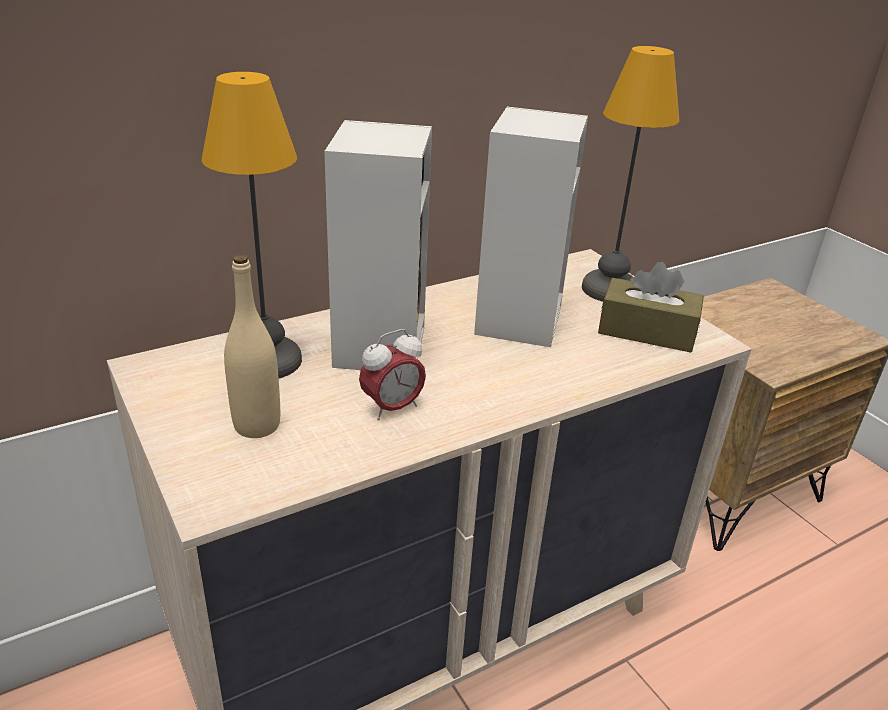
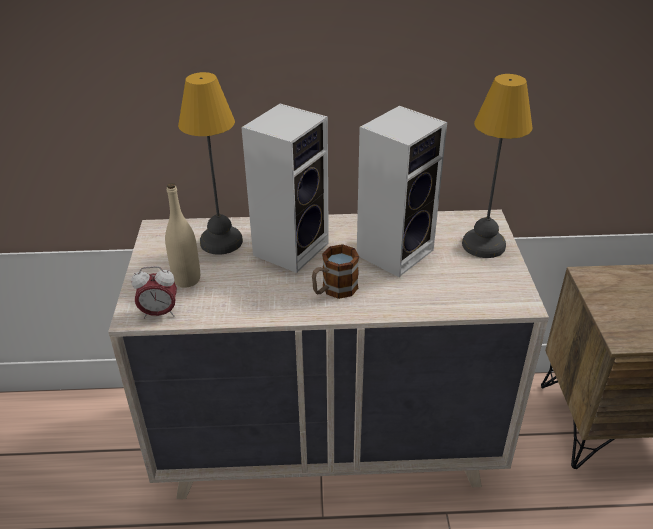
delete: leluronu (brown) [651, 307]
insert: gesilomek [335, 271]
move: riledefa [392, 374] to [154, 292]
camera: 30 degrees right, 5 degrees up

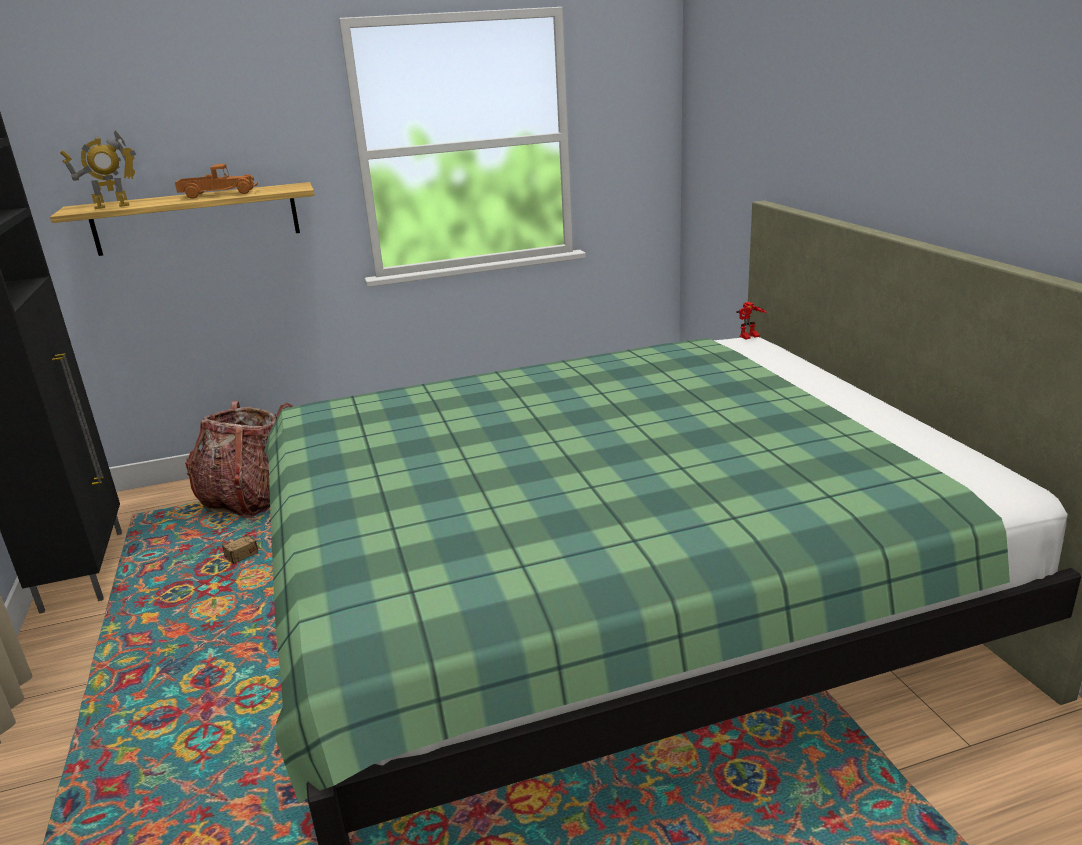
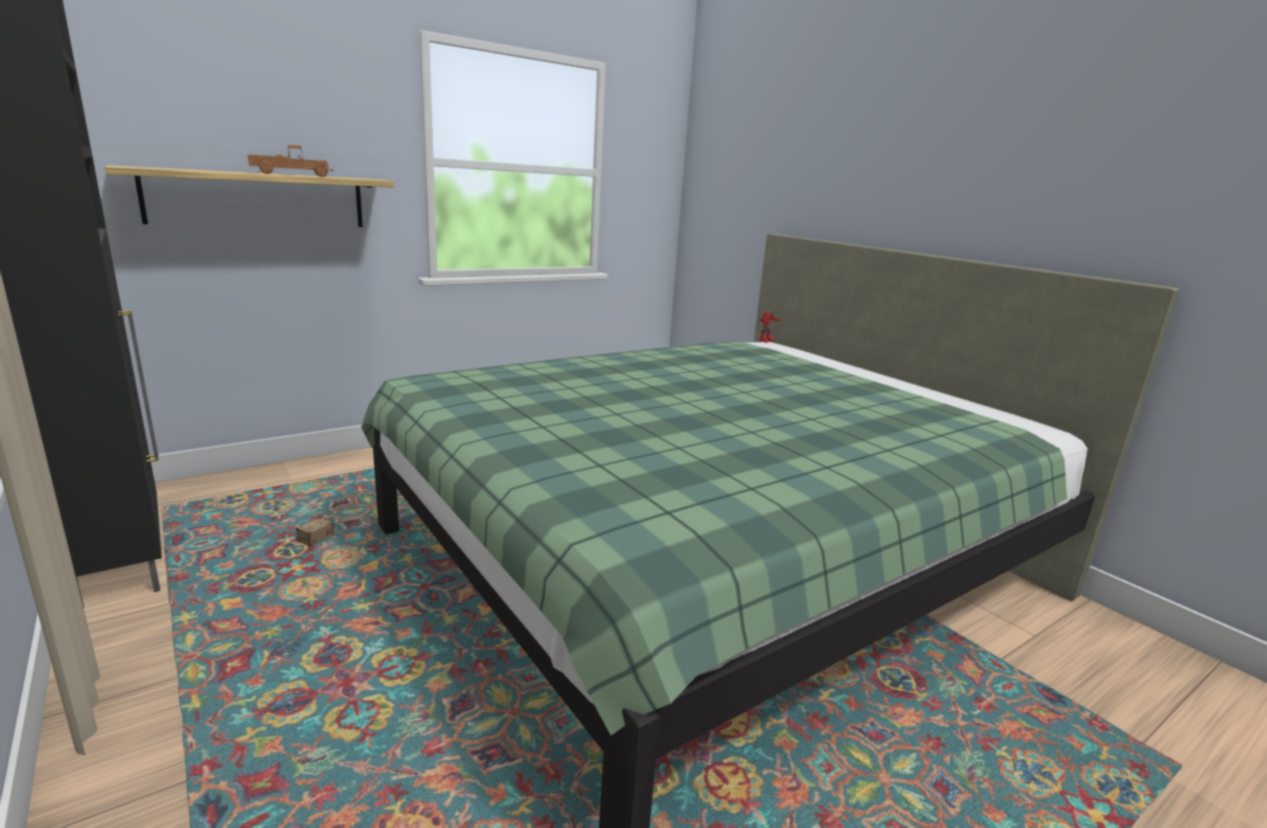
delete: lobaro [98, 169]; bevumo [239, 459]
camera: 20 degrees left, 5 degrees down

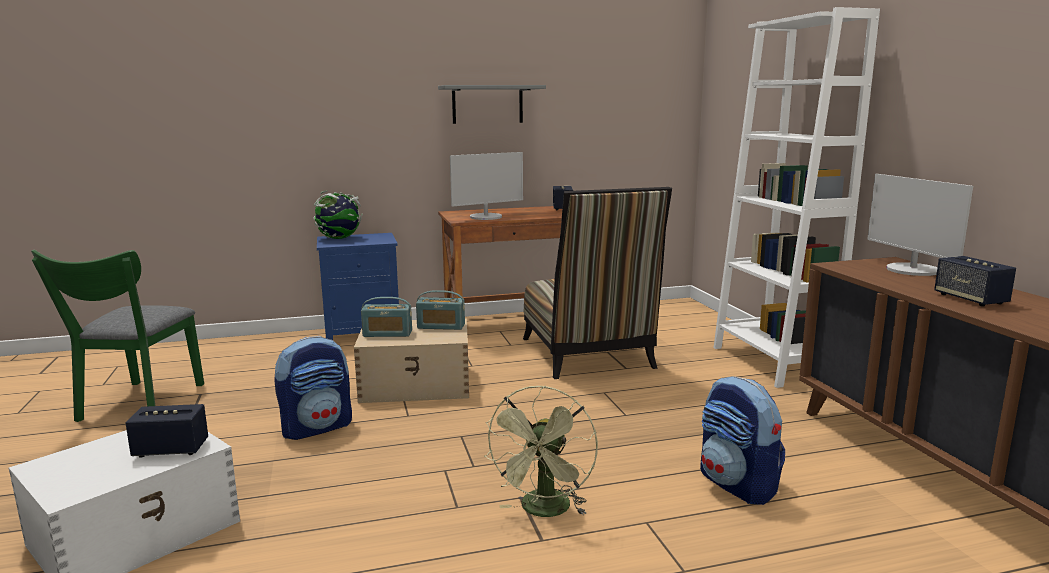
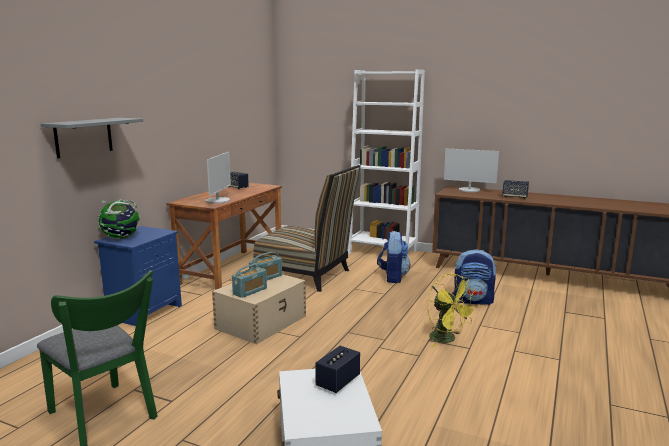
move: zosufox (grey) [492, 104] to [92, 138]; bevumo [313, 388] to [394, 257]
recolor: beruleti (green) [541, 451] to beruleti (yellow) [452, 310]
camera: 50 degrees left, 0 degrees up

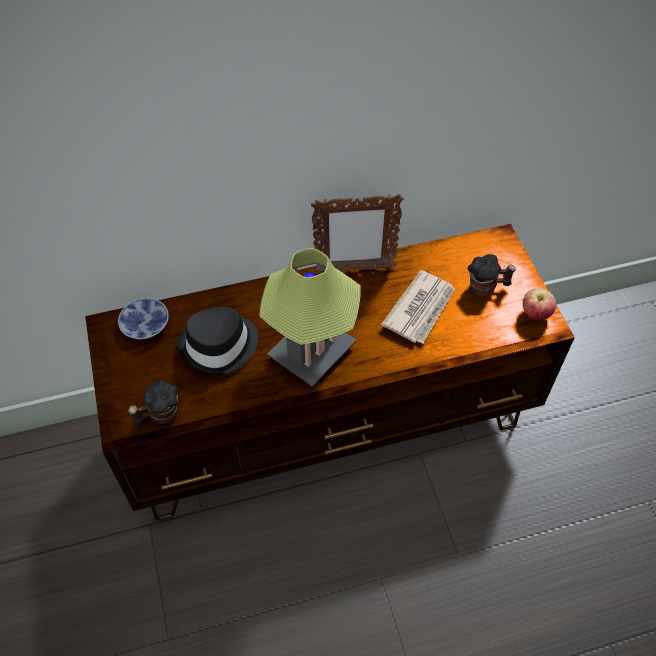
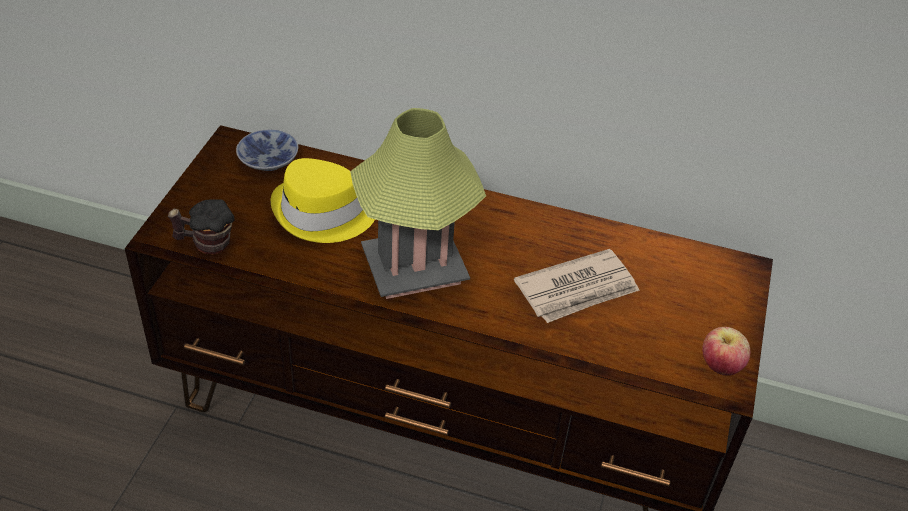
delete: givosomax [357, 233]; gesilomek [491, 275]
recolor: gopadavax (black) [217, 341] to gopadavax (yellow) [323, 200]
camera: 30 degrees right, 10 degrees down

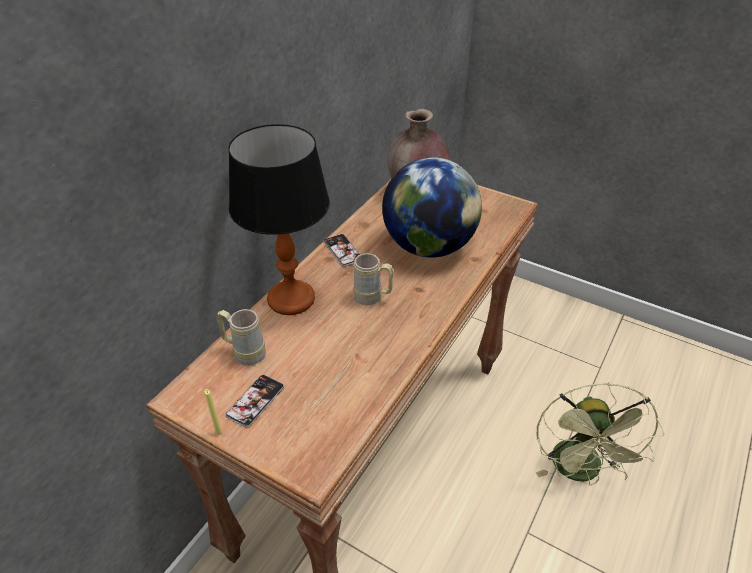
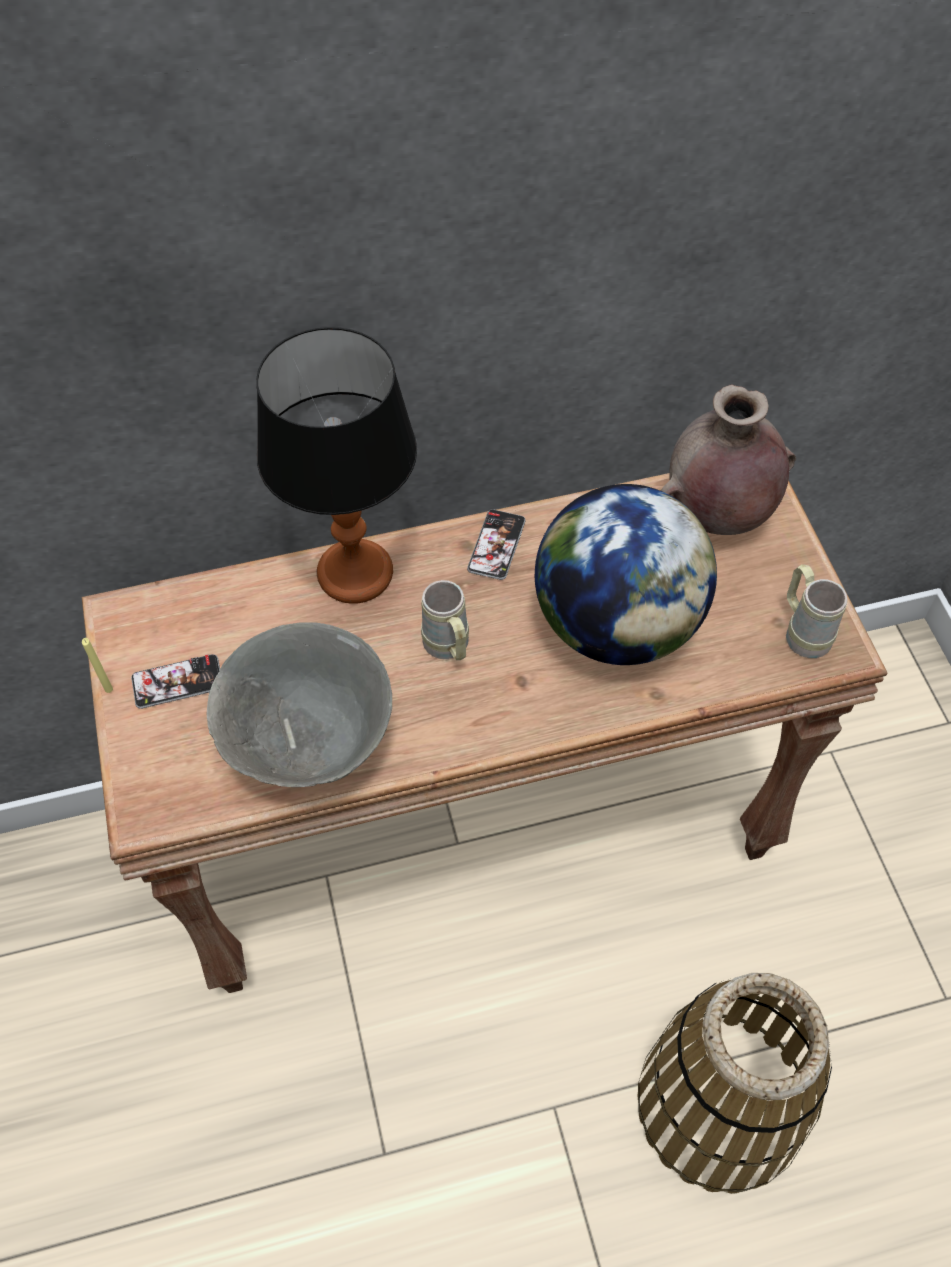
insert: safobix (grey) [299, 704]
move: gesilomek (beige) [241, 337] to [816, 611]
replace: beruleti (green) [600, 434] to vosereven [734, 1083]
camera: 45 degrees right, 15 degrees up

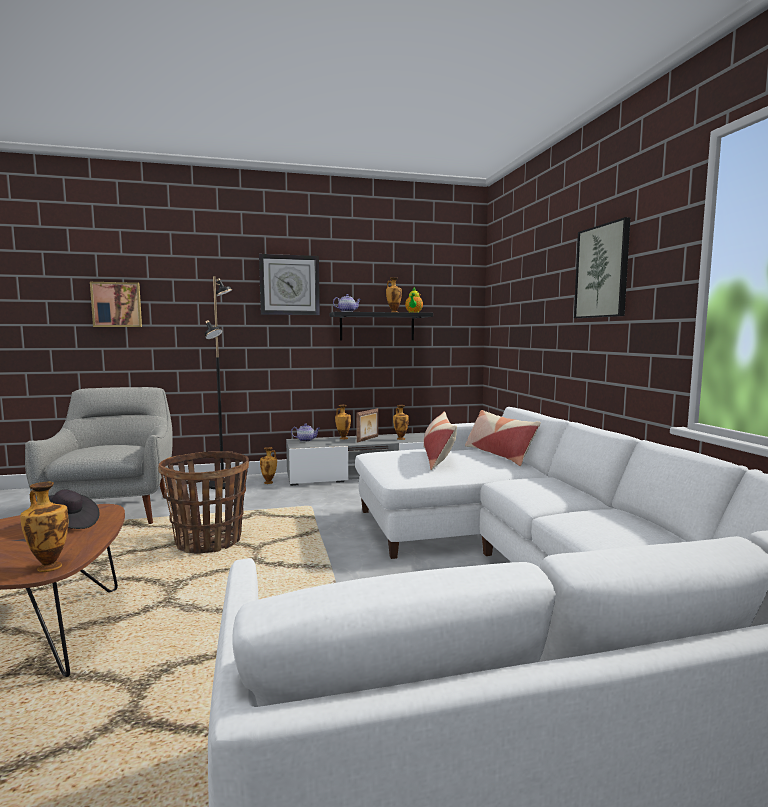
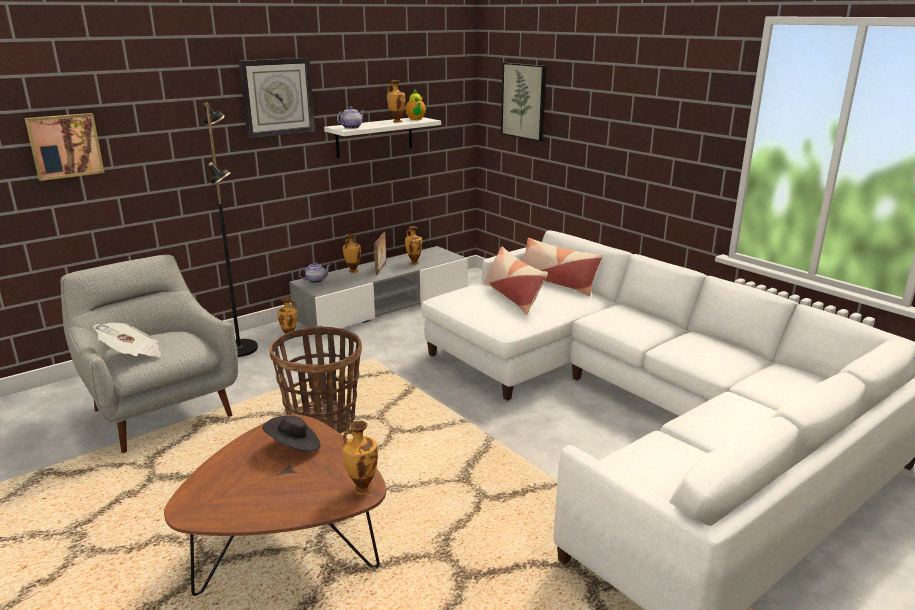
insert: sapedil [127, 340]
move: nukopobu [602, 267] to [523, 102]
recolor: zosufox (black) [381, 326] to zosufox (white) [382, 137]
camera: 25 degrees left, 15 degrees up

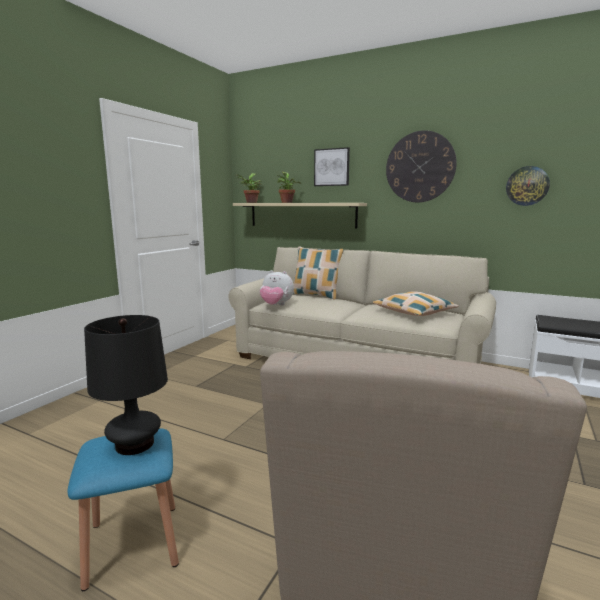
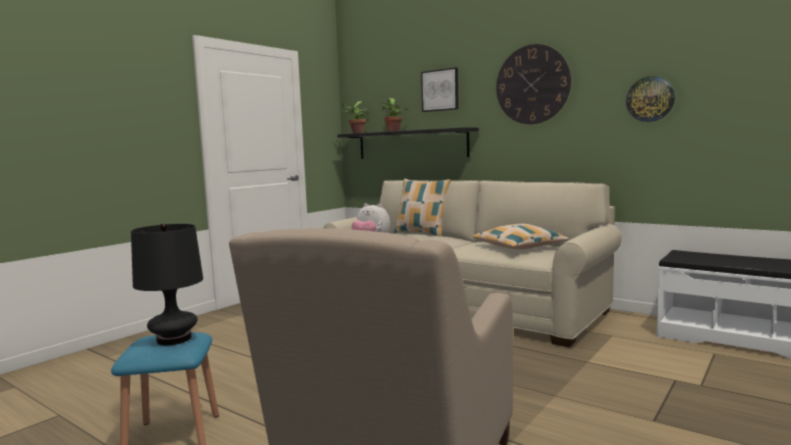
recolor: zosufox (beige) [300, 216] to zosufox (black) [408, 143]
camera: 10 degrees right, 5 degrees down

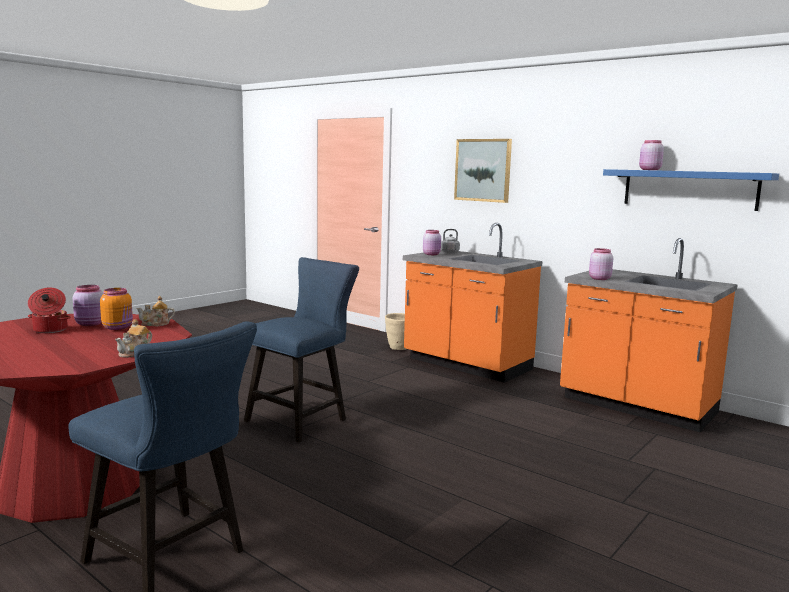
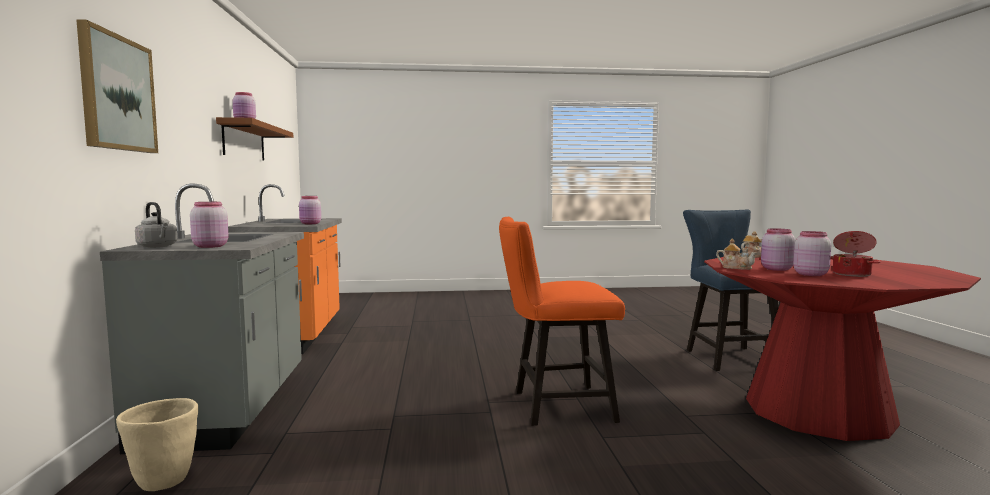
recolor: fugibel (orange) [473, 303] to fugibel (grey) [202, 319]; zosufox (blue) [691, 190] to zosufox (brown) [254, 139]; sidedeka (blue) [301, 350] to sidedeka (orange) [562, 321]; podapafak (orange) [116, 309] to podapafak (pink) [778, 249]
camera: 135 degrees left, 5 degrees down

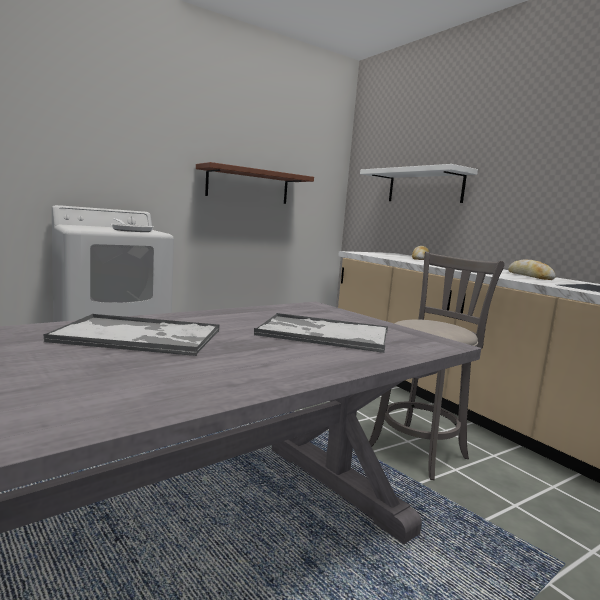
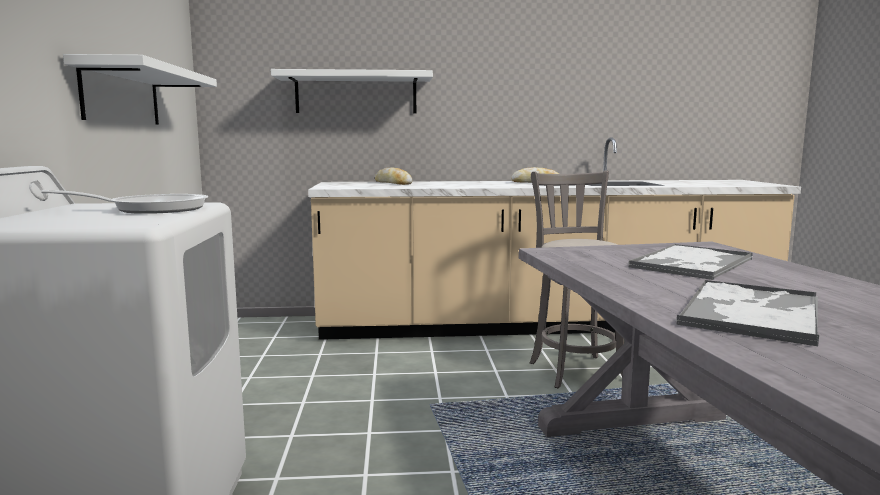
recolor: zosufox (brown) [255, 183] to zosufox (white) [140, 89]
camera: 60 degrees left, 0 degrees up

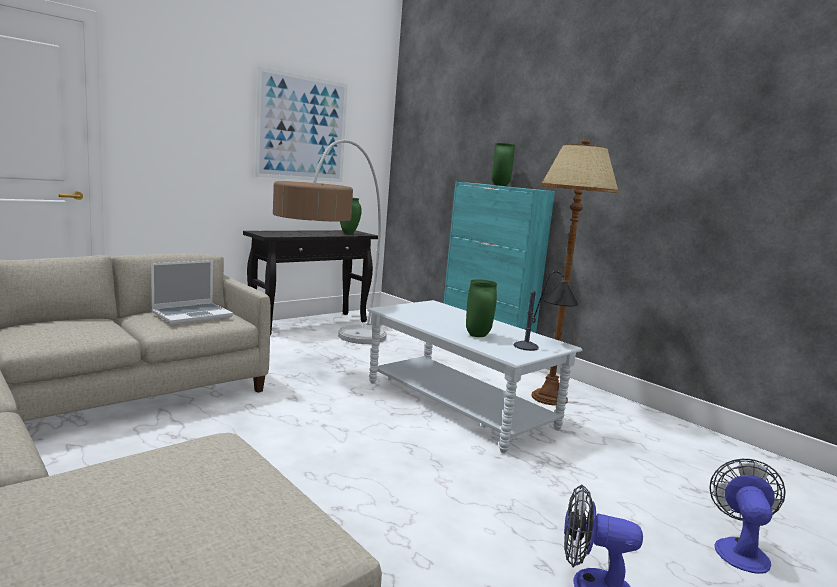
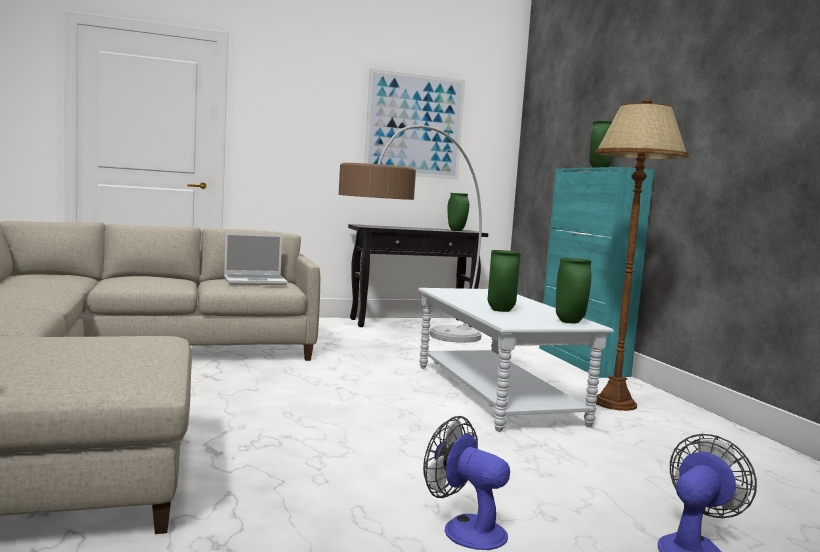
replace: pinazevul [546, 311] to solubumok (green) [573, 290]
camera: 25 degrees right, 5 degrees down

